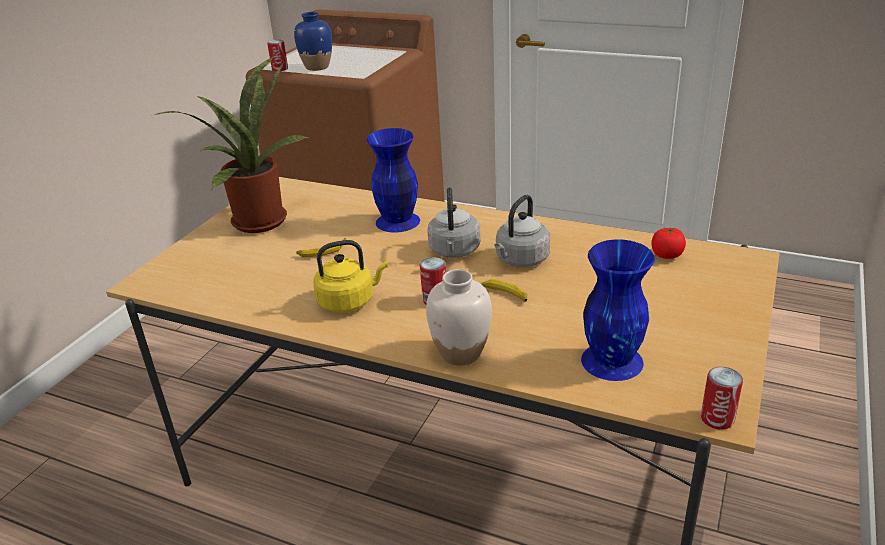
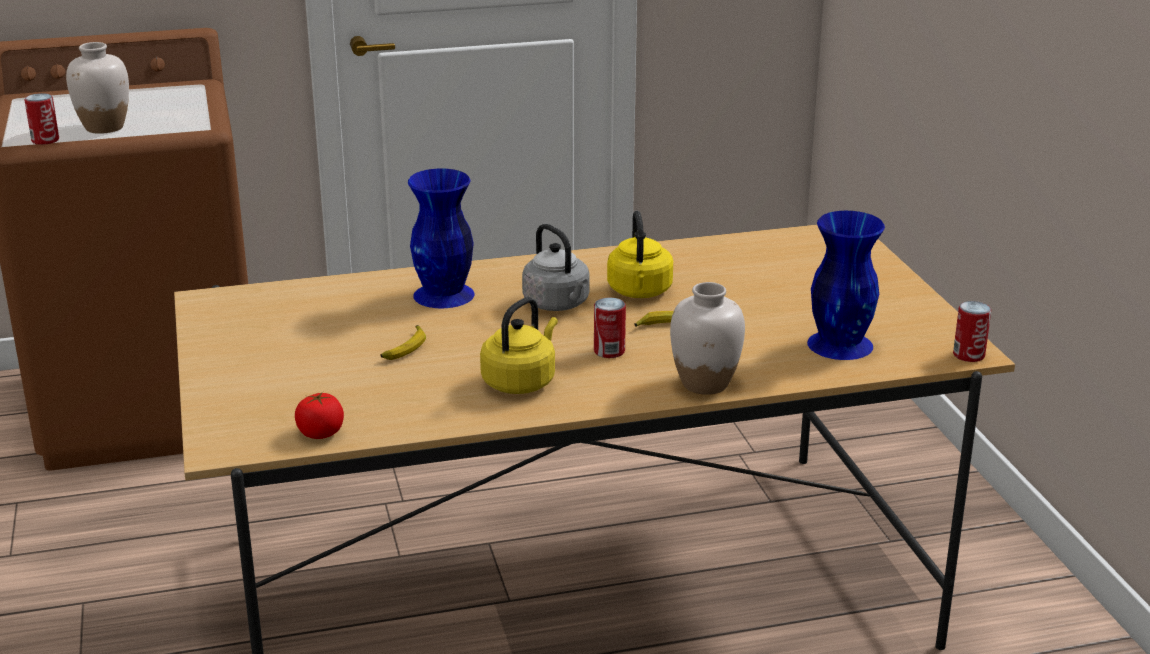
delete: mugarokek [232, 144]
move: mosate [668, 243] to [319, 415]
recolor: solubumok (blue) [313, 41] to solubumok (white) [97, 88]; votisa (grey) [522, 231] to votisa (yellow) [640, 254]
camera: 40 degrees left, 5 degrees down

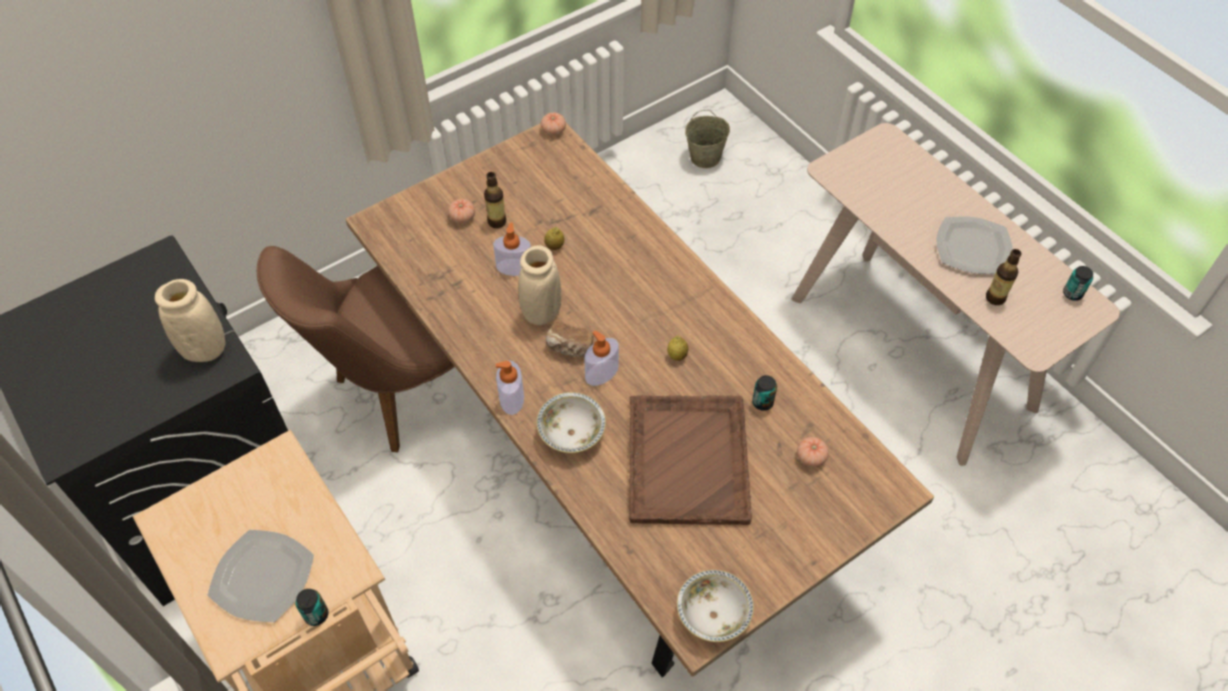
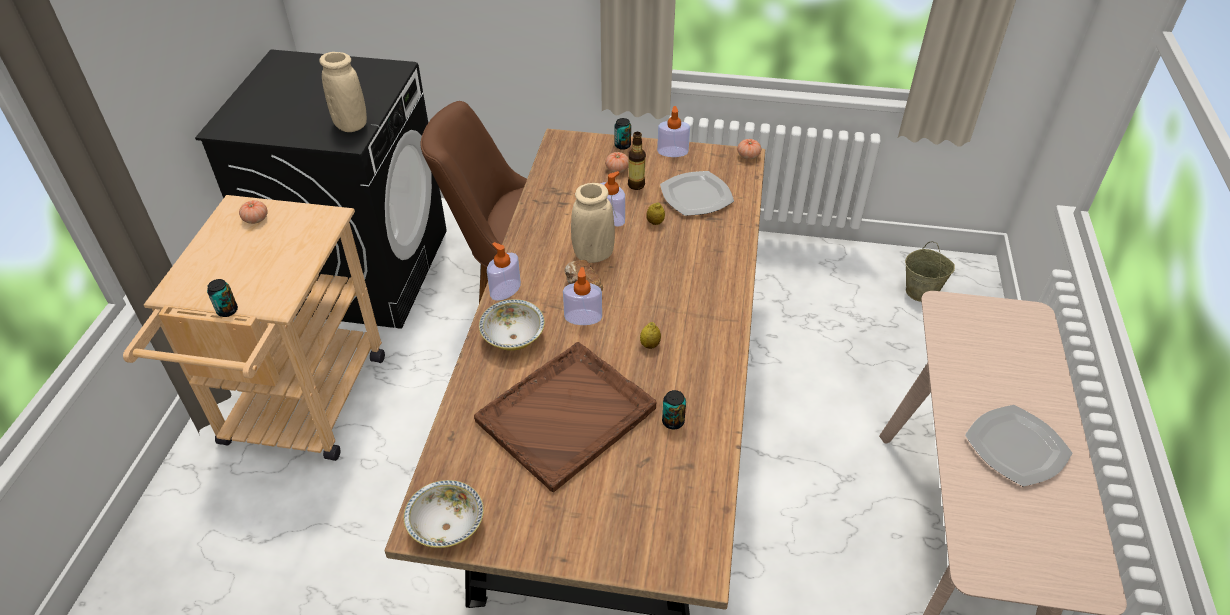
delete: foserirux [1004, 277]
insert: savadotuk [673, 131]
move: mosate [813, 452] to [253, 212]; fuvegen [1078, 283] to [623, 134]; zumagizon [260, 576] to [697, 193]
camera: 45 degrees right, 10 degrees down

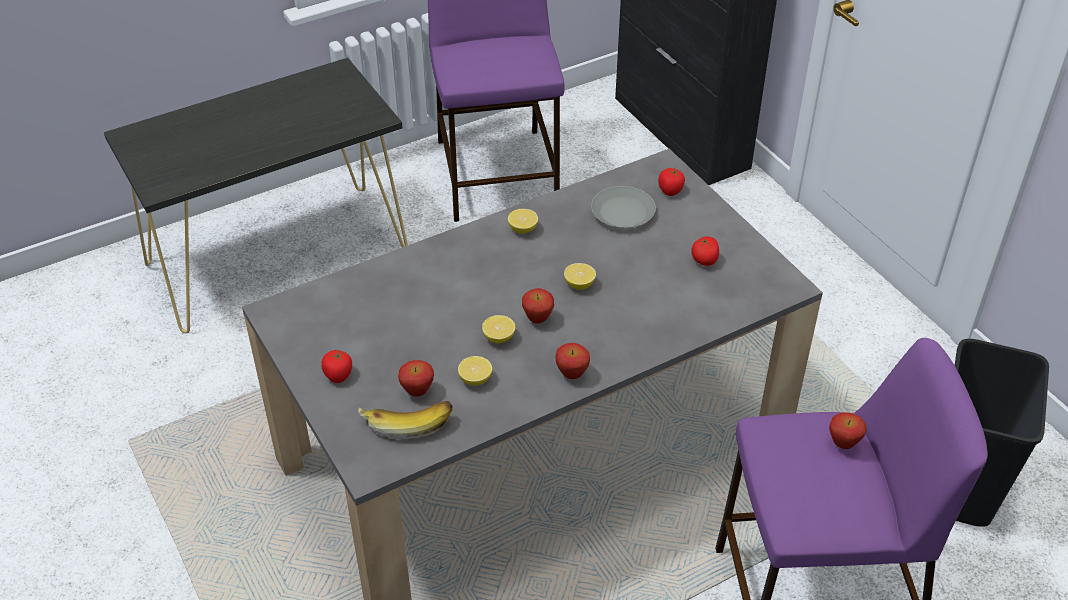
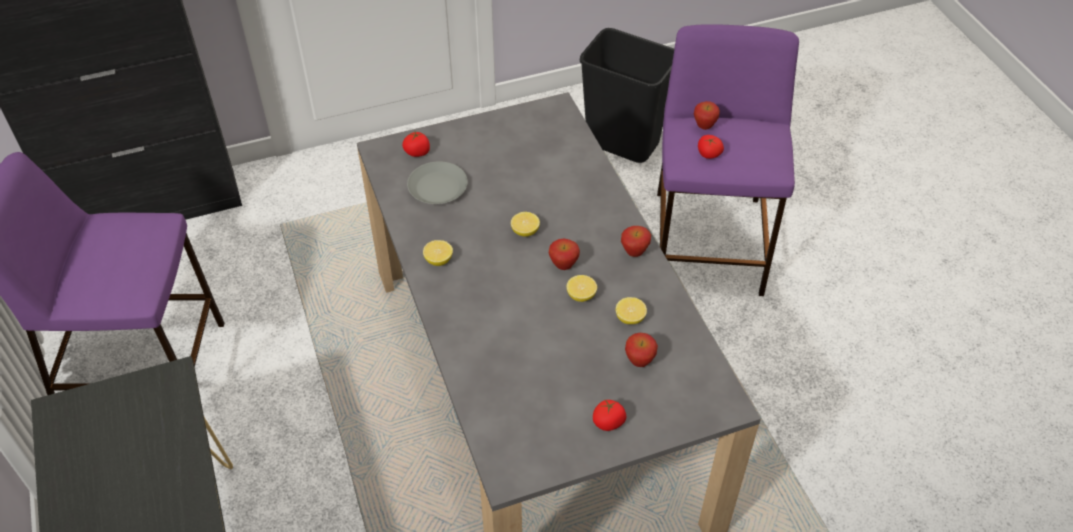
delete: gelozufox [405, 420]
move: mosate [705, 251] to [711, 147]
camera: 80 degrees left, 5 degrees up

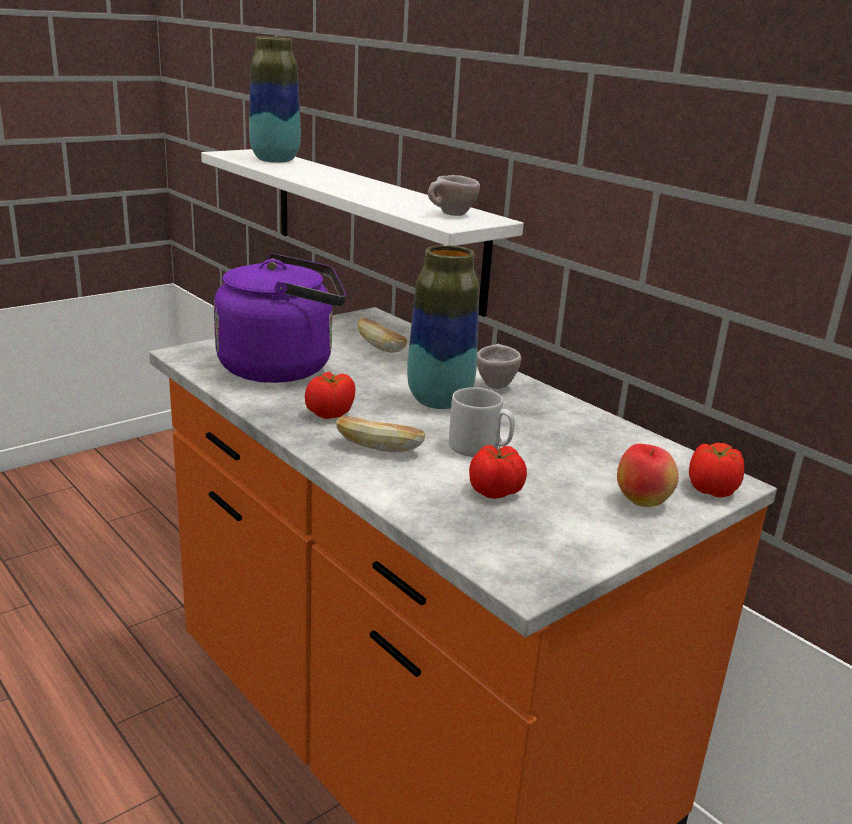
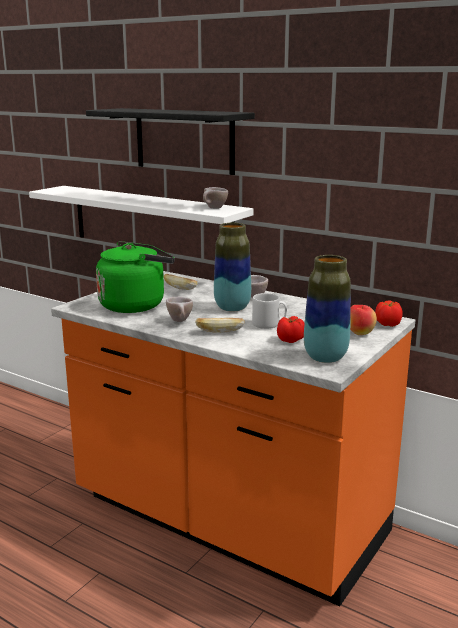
insert: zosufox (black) [170, 141]
move: solubumok [275, 99] to [327, 309]
replace: mosate [330, 395] to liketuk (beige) [179, 309]
recolor: votisa (purple) [280, 318] to votisa (green) [135, 277]
camera: 15 degrees left, 5 degrees down

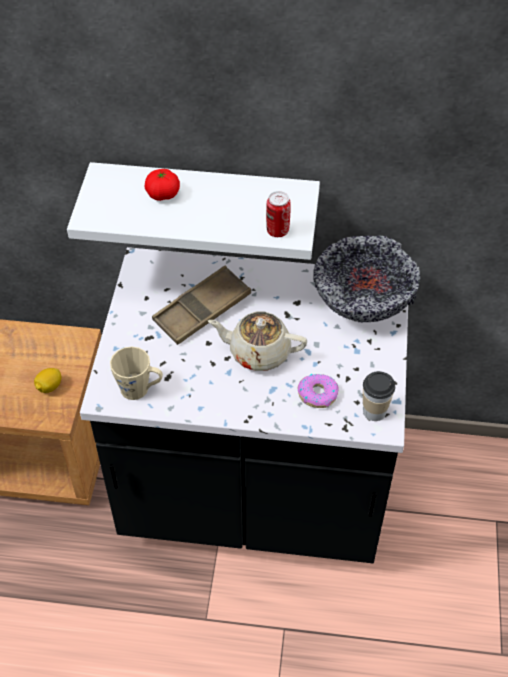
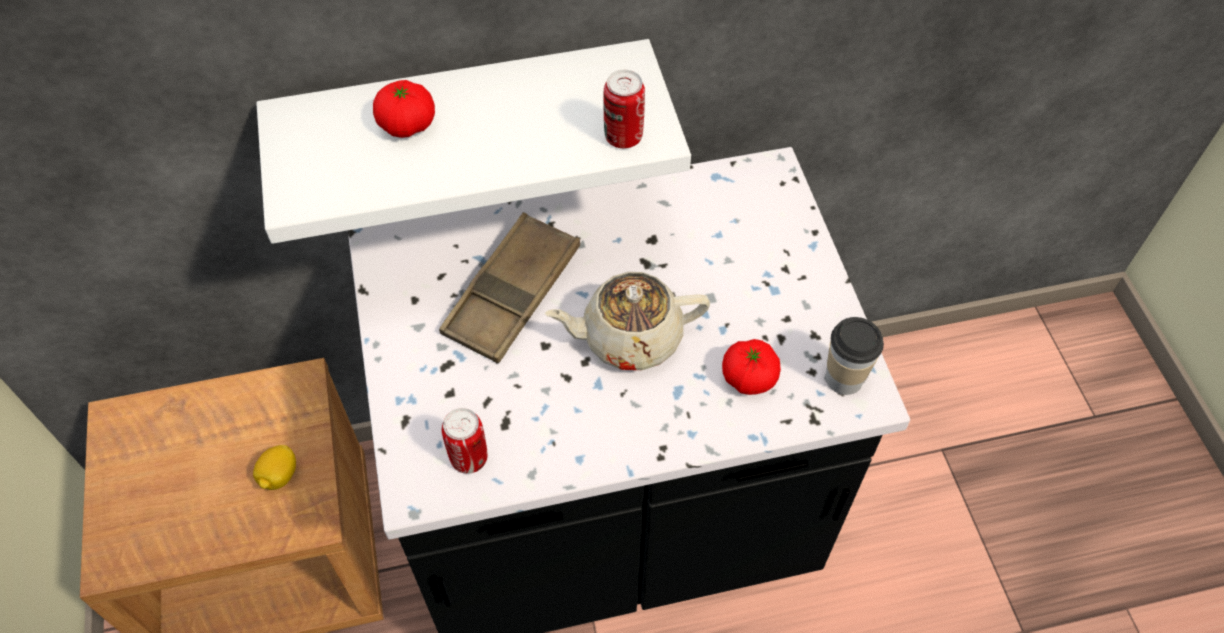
delete: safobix [366, 279]
replace: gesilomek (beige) [136, 373] to fuvegen [465, 441]; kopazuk [318, 391] to mosate [751, 367]
camera: 20 degrees left, 5 degrees up

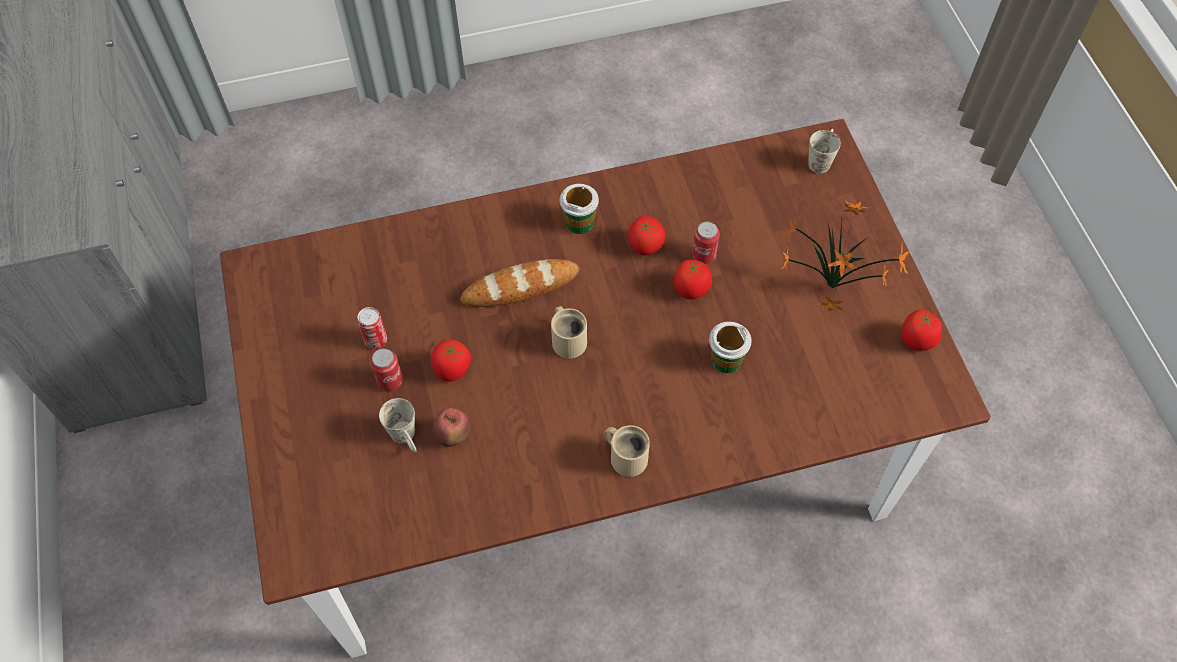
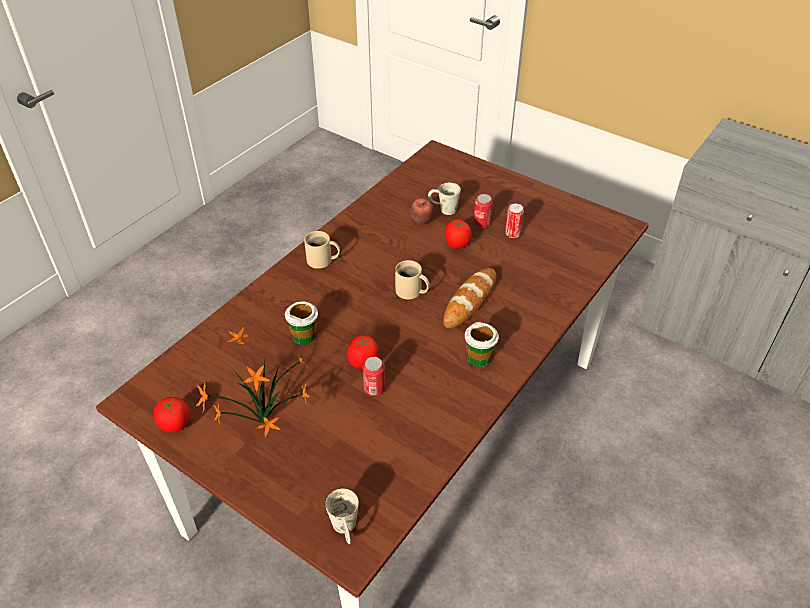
delete: mosate [646, 235]
camera: 140 degrees right, 15 degrees down

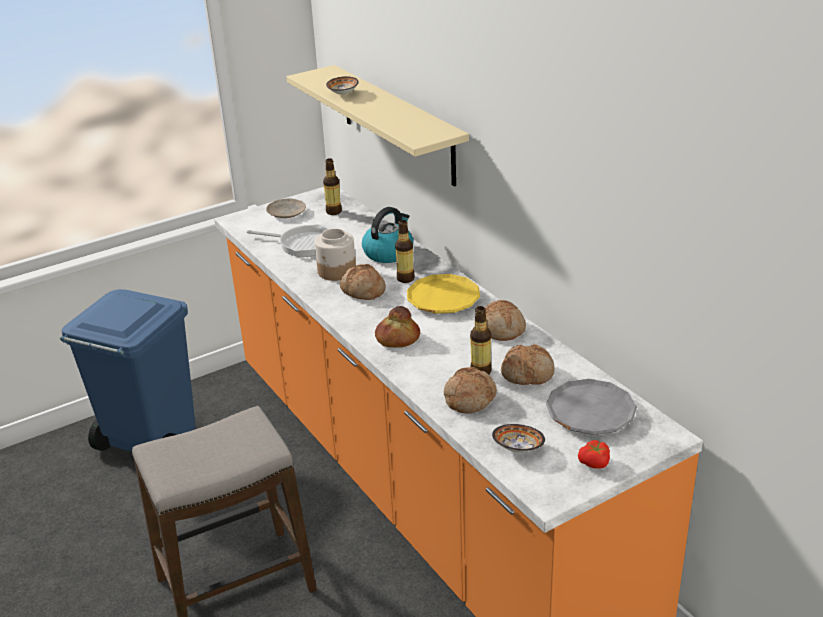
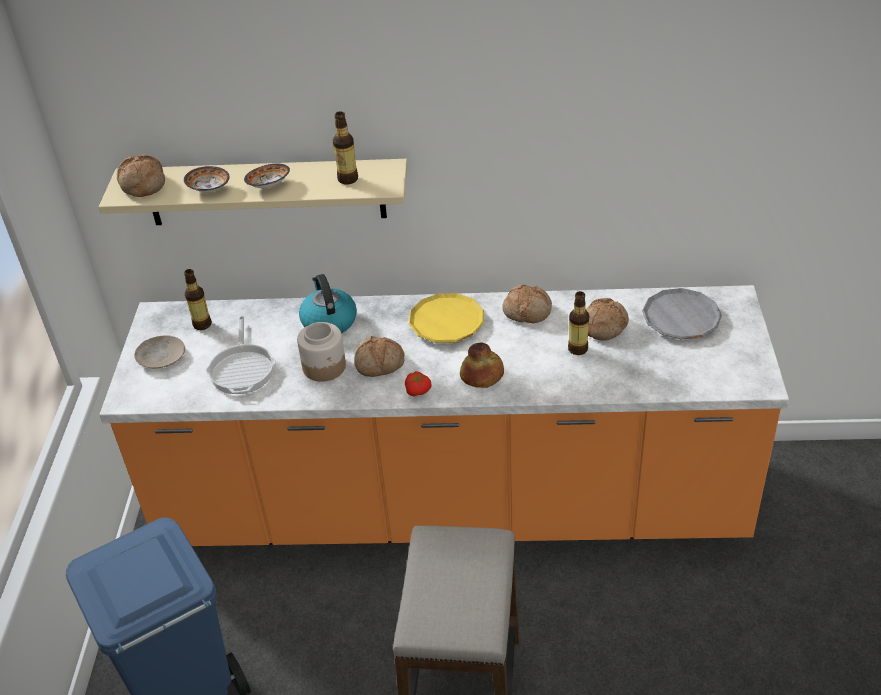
move: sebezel [470, 390] to [141, 175]; safobix [518, 438] to [267, 176]; foserirux [405, 251] to [345, 147]; mosate [594, 454] to [418, 384]
rotate: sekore [288, 240] = [241, 355] 120 degrees clockwise
camera: 55 degrees left, 10 degrees up

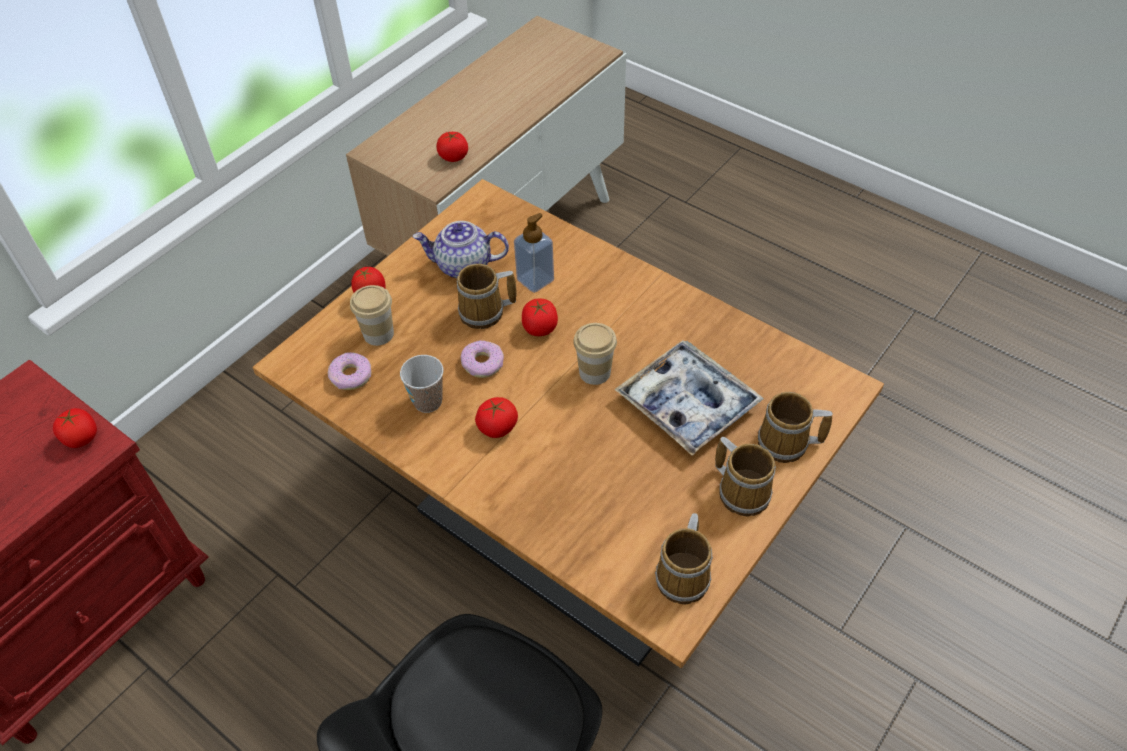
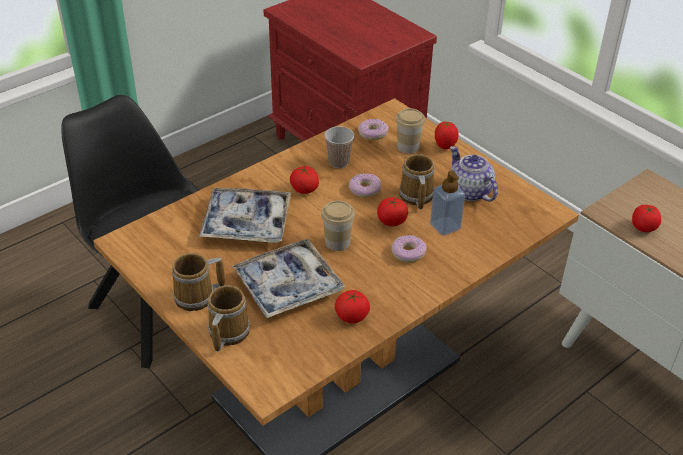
delete: gesilomek [684, 559]
insert: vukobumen [245, 215]; kopazuk [409, 249]
move: mosate [75, 428] to [352, 307]
rotate: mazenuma [461, 249] = [474, 173] 45 degrees counterclockwise
camera: 100 degrees right, 10 degrees down

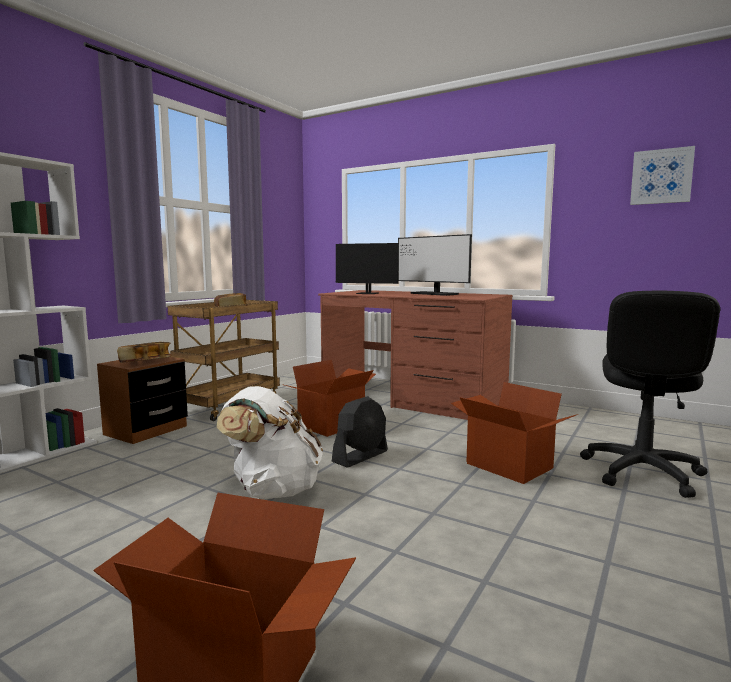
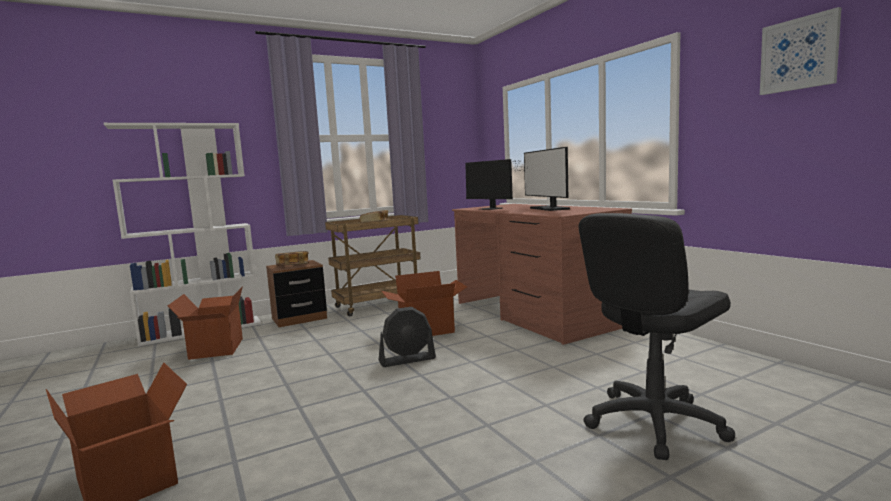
delete: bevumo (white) [269, 443]
move: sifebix [514, 433] to [205, 323]
camera: 30 degrees right, 0 degrees up

